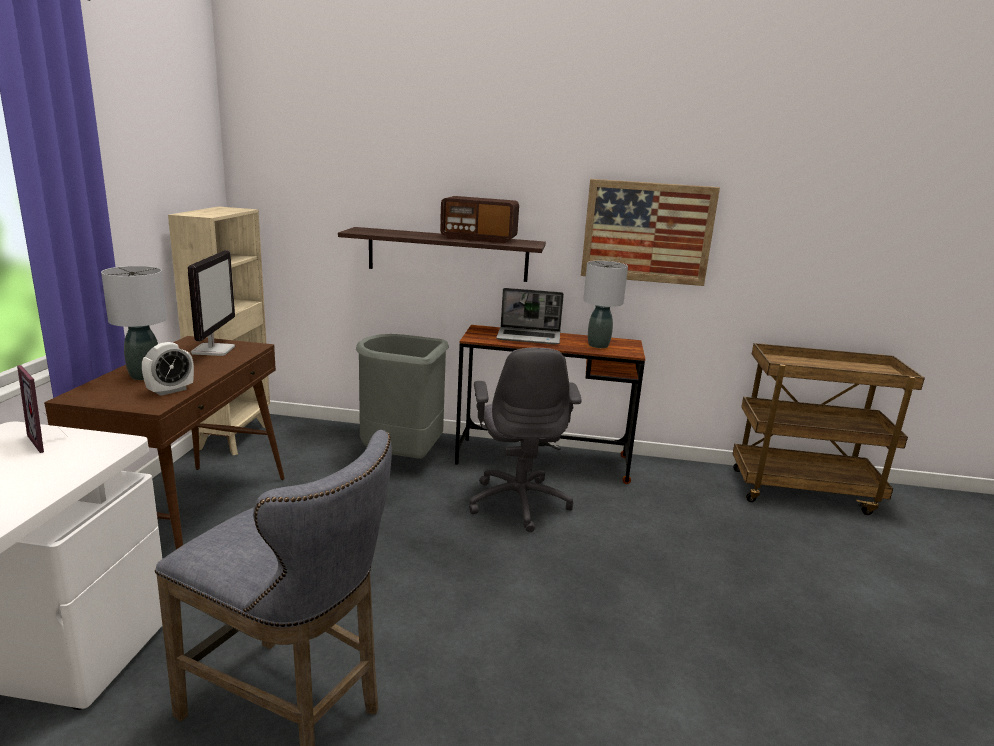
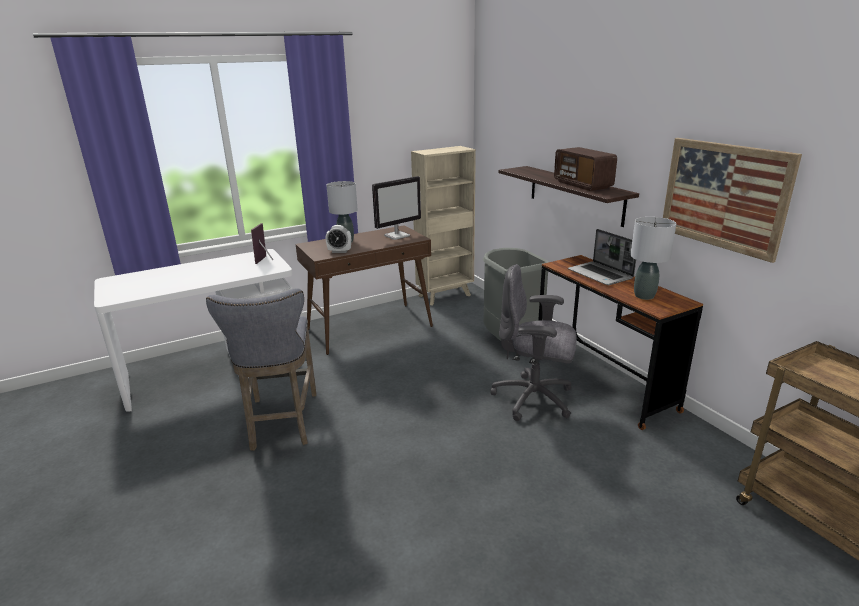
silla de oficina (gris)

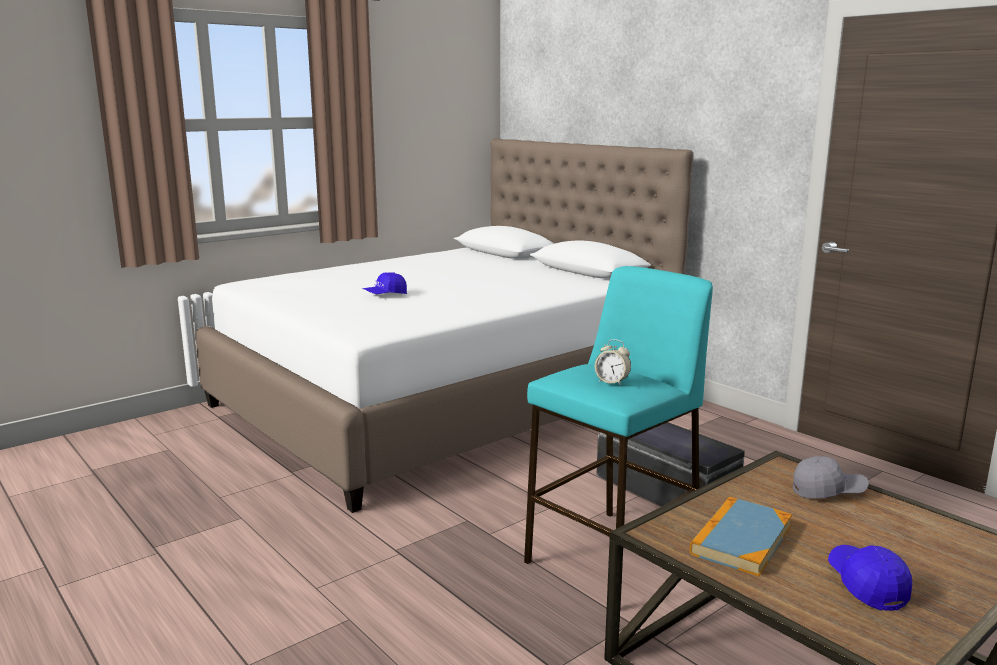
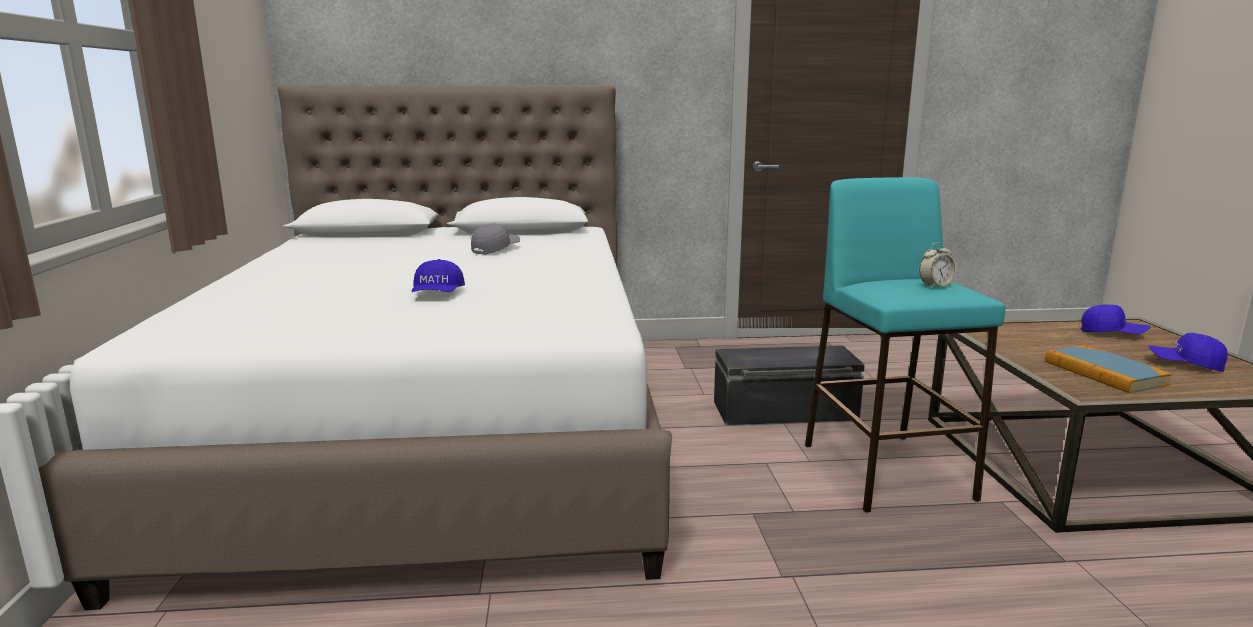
gorra (gris); gorra (azul) (no. 2 from left)

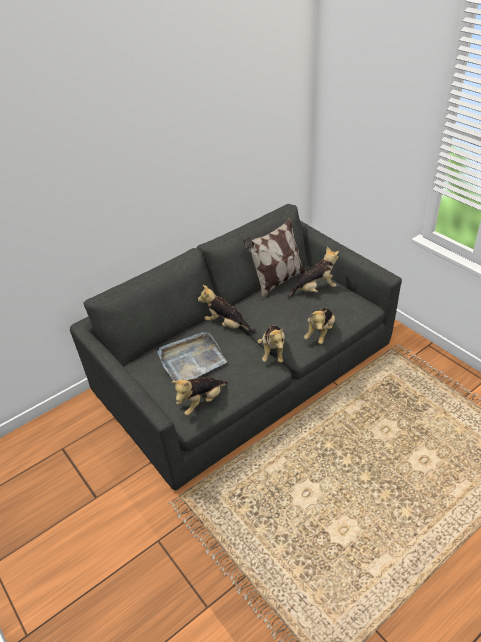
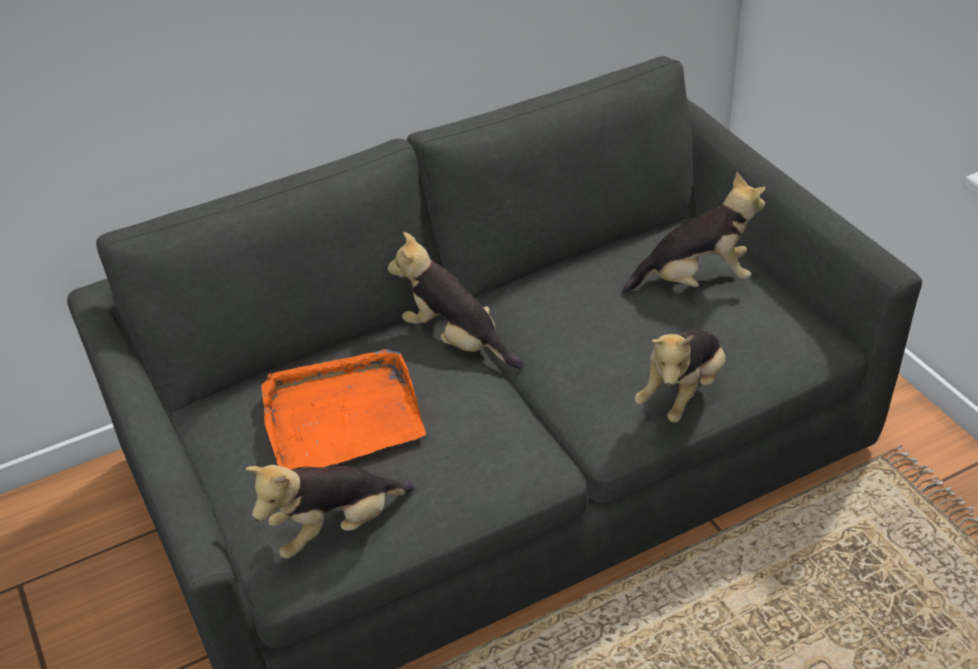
bandeja (naranja); cojín; peluche (no. 3 from left in the first image)

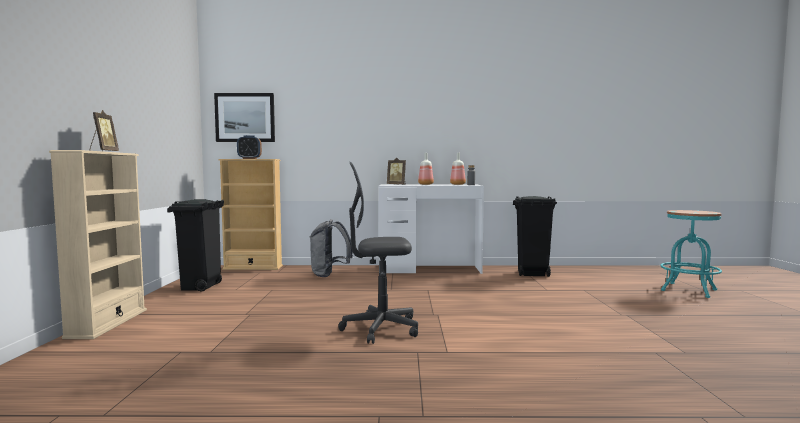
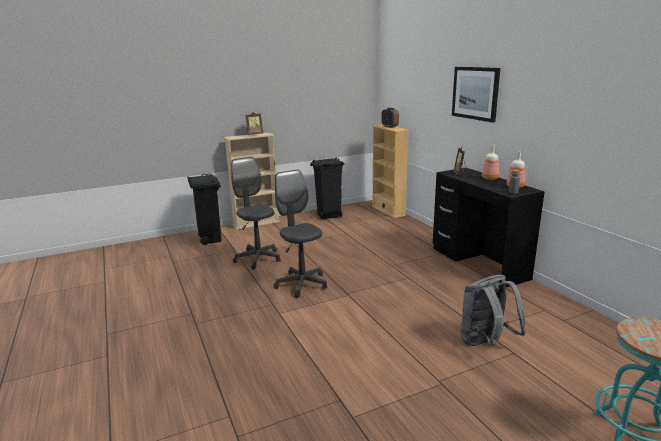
cuadro; mochila (gris); escritorio (negro); papelera (negro) (no. 1 from left); silla de oficina (gris) (no. 1 from left)

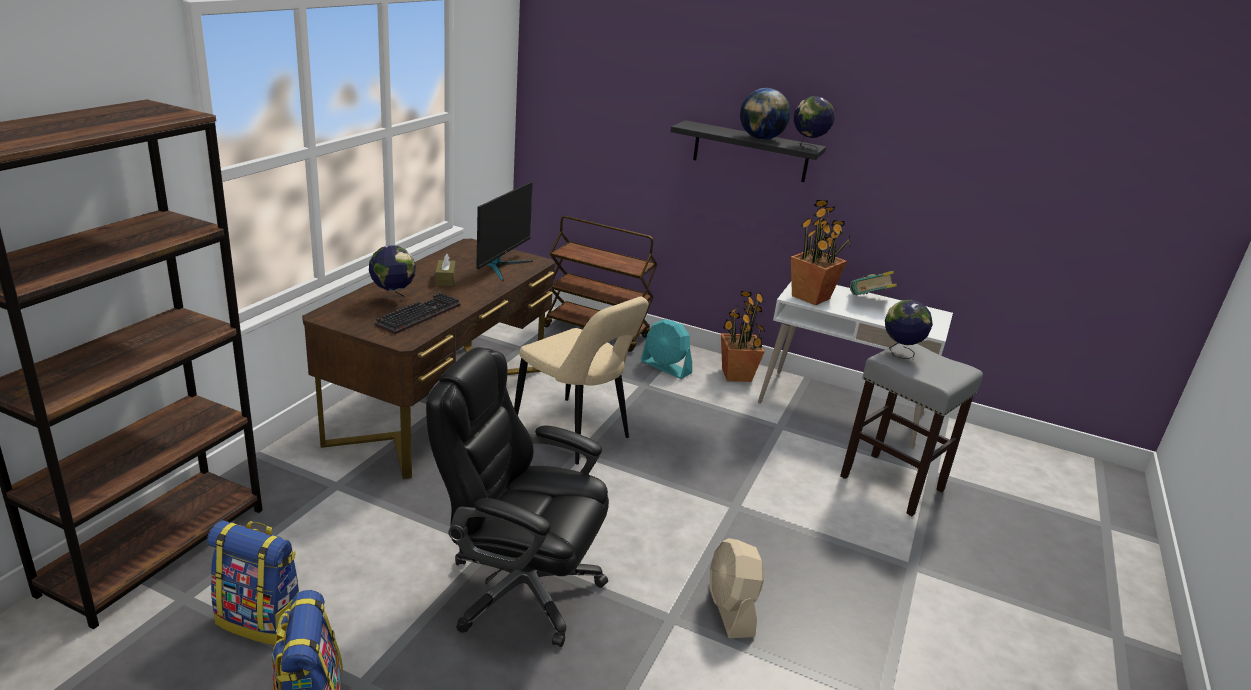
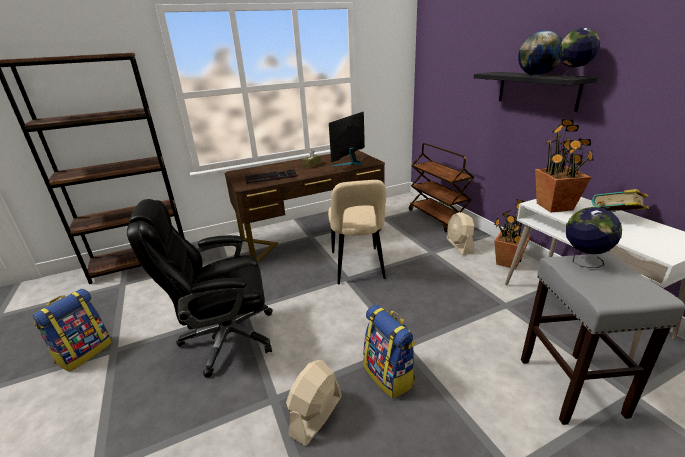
mochila (no. 2 from left); globo terráqueo (no. 1 from left in the first image); silla de oficina (negro); monitor; ventilador (beis) (no. 2 from left)

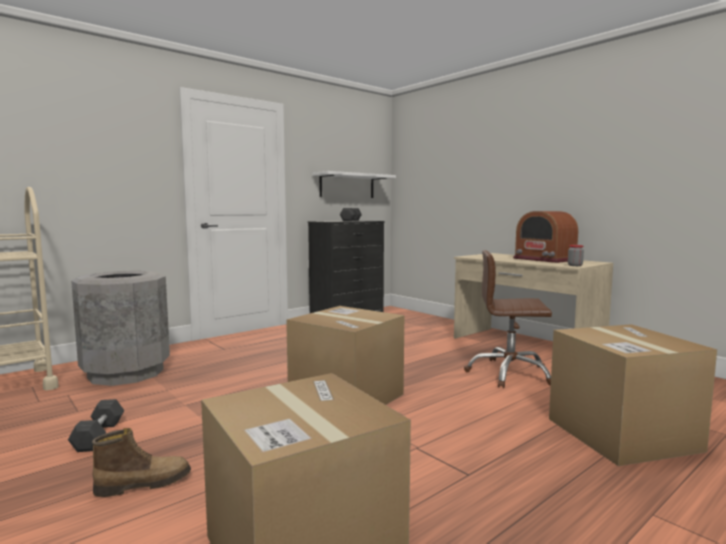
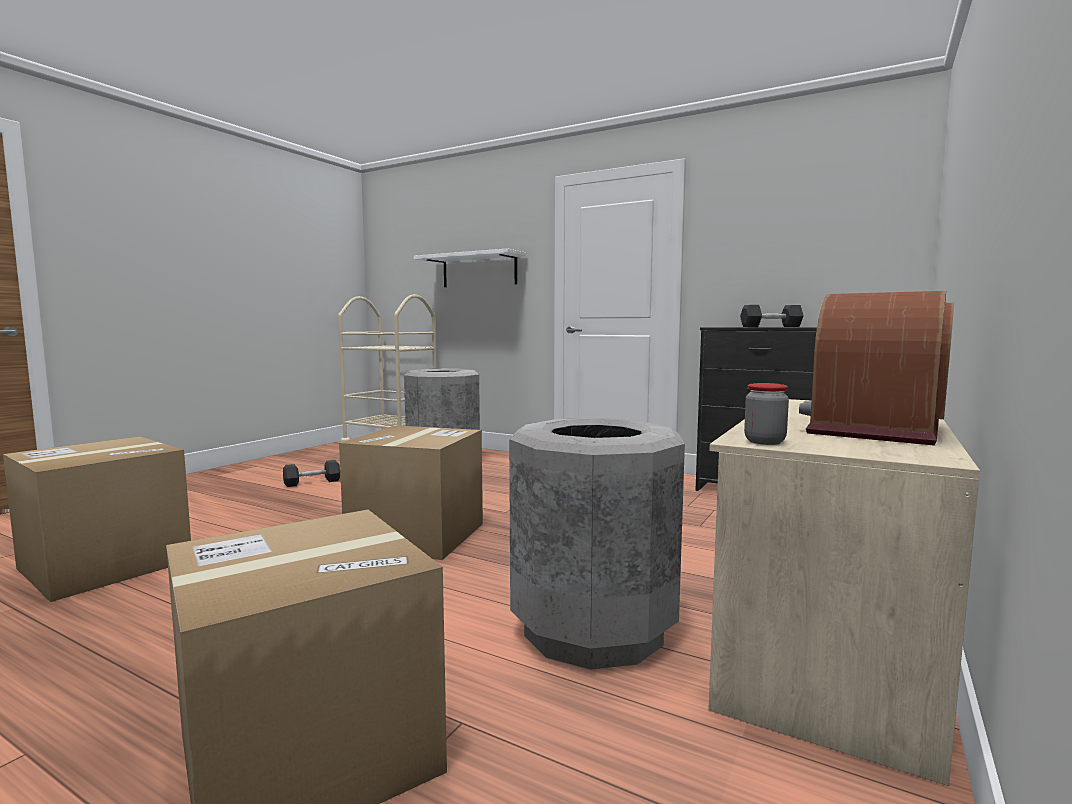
bota; estante (blanco); papelera (gris) (no. 2 from left)

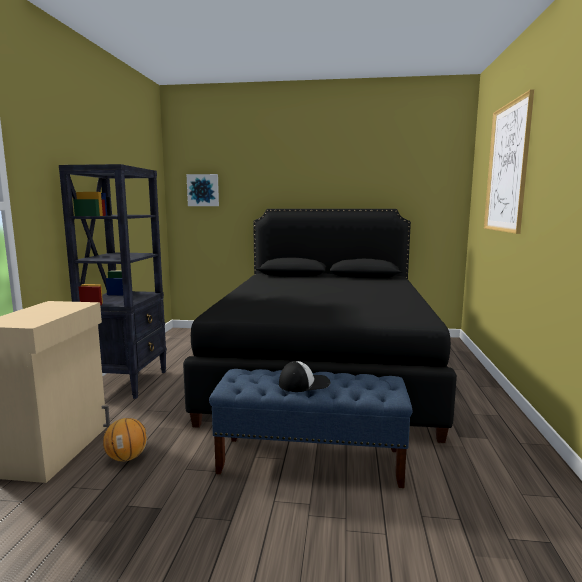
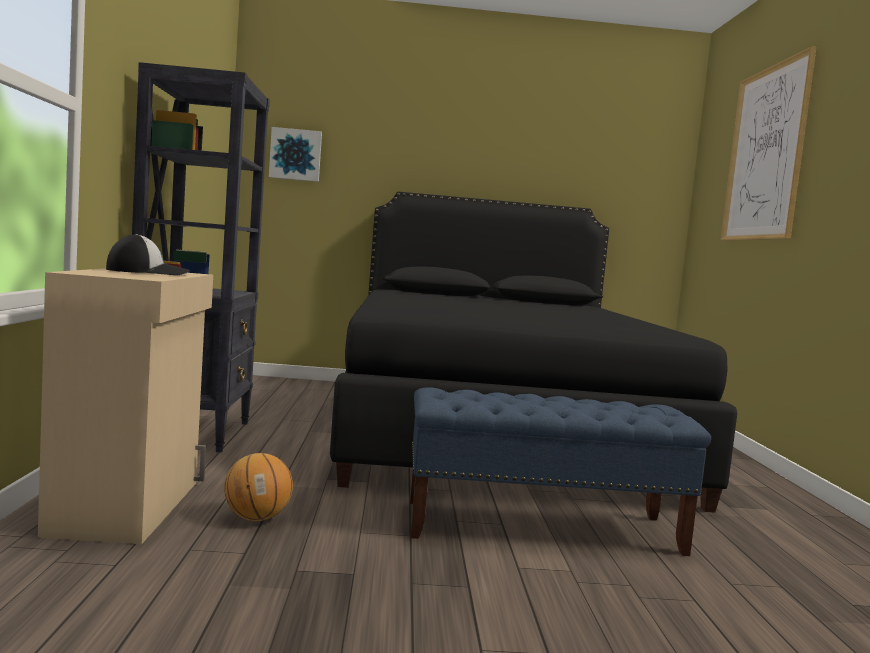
gorra

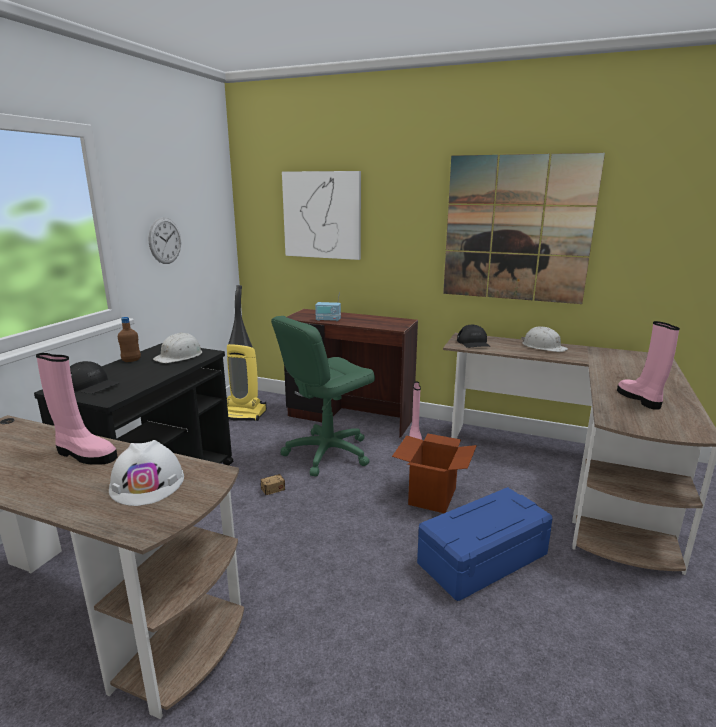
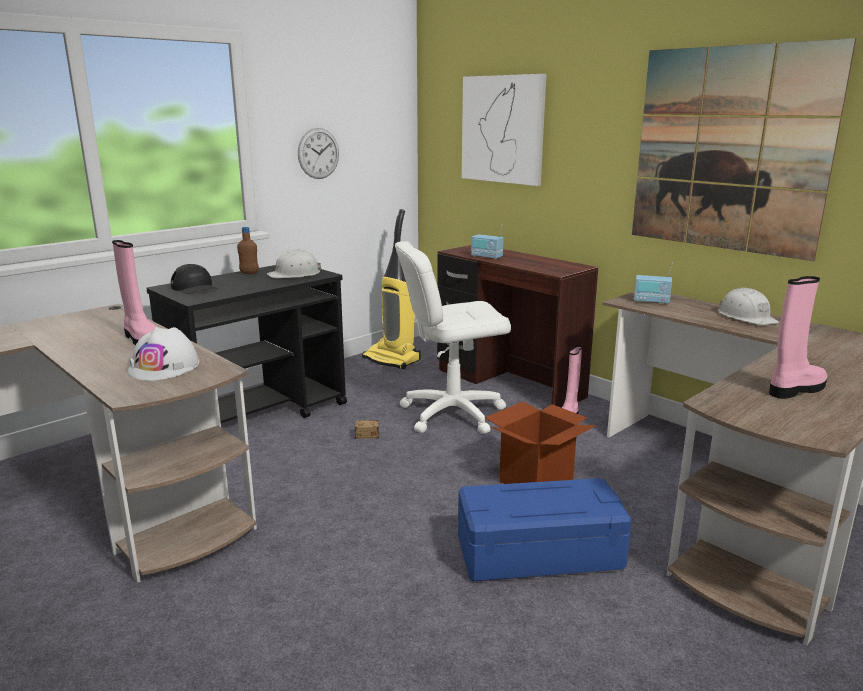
silla de oficina (blanco); radio (no. 2 from left); bota (rosa) (no. 3 from left)

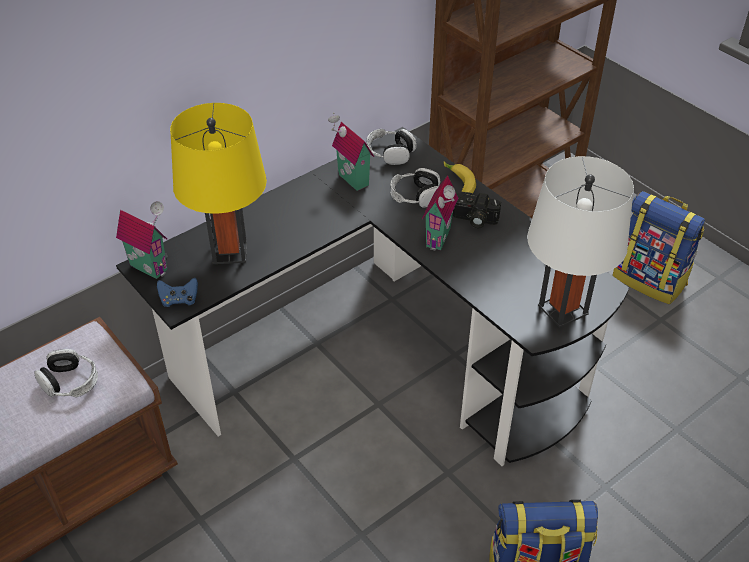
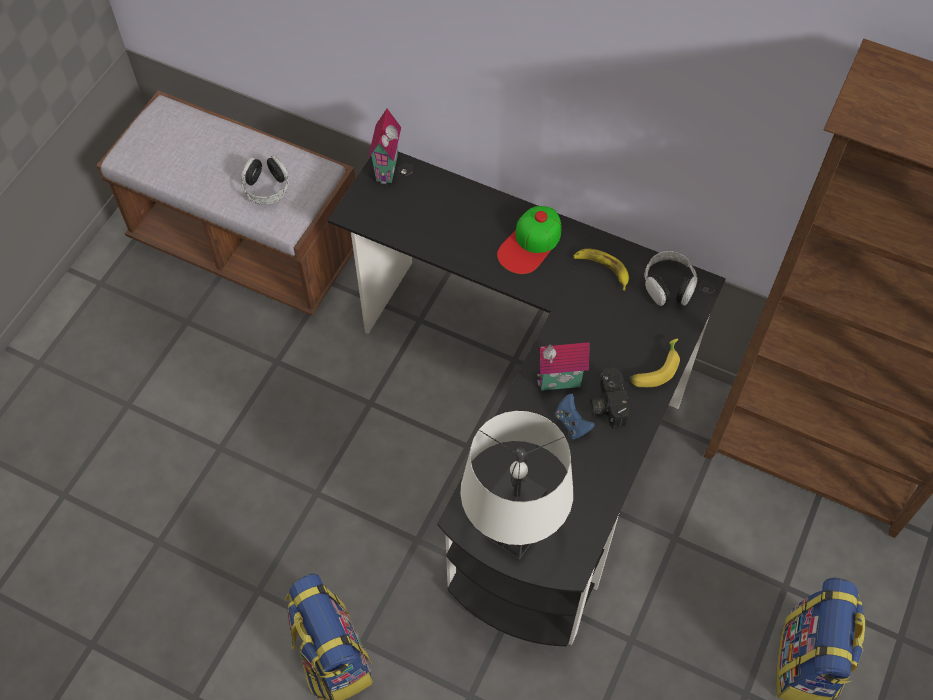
mando de consola (azul); lámpara de mesa (amarillo); plátano (no. 1 from left); auriculares (no. 3 from left in the first image); gorra

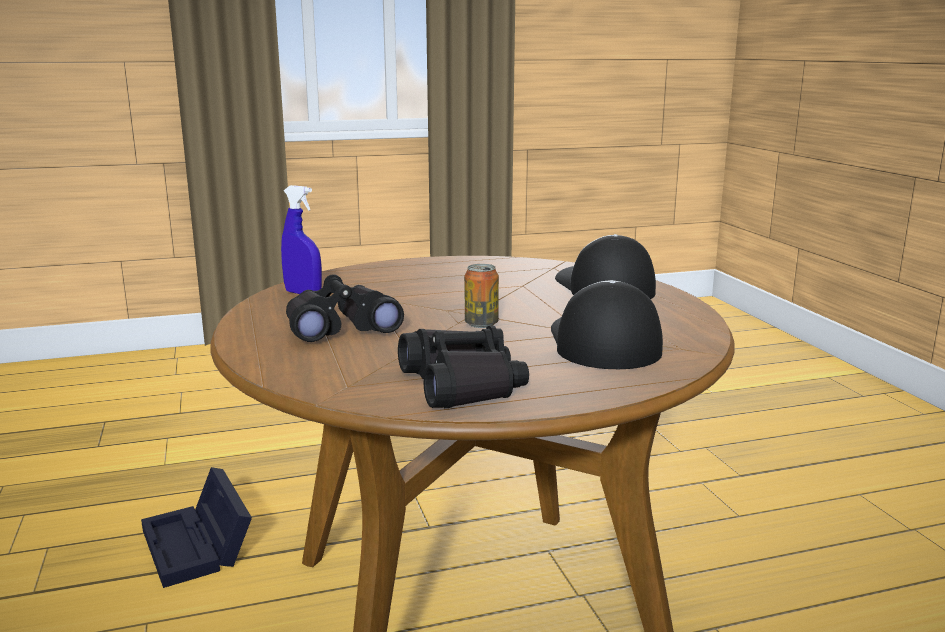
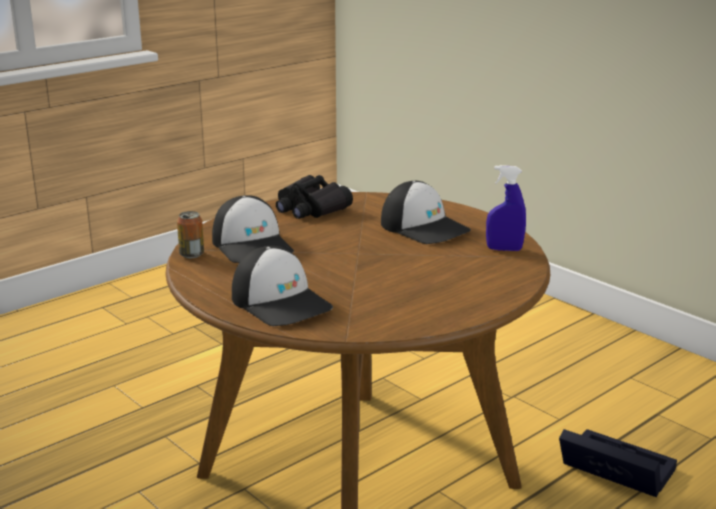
gorra (no. 3 from left); lata

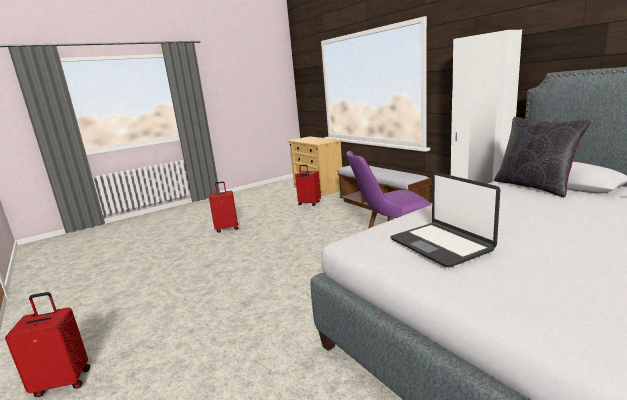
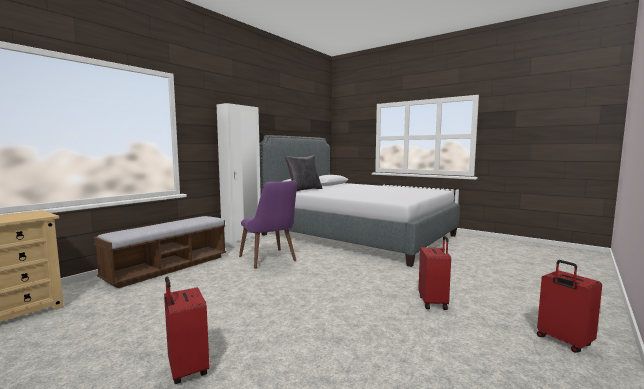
maleta (rojo) (no. 2 from left); portátil

